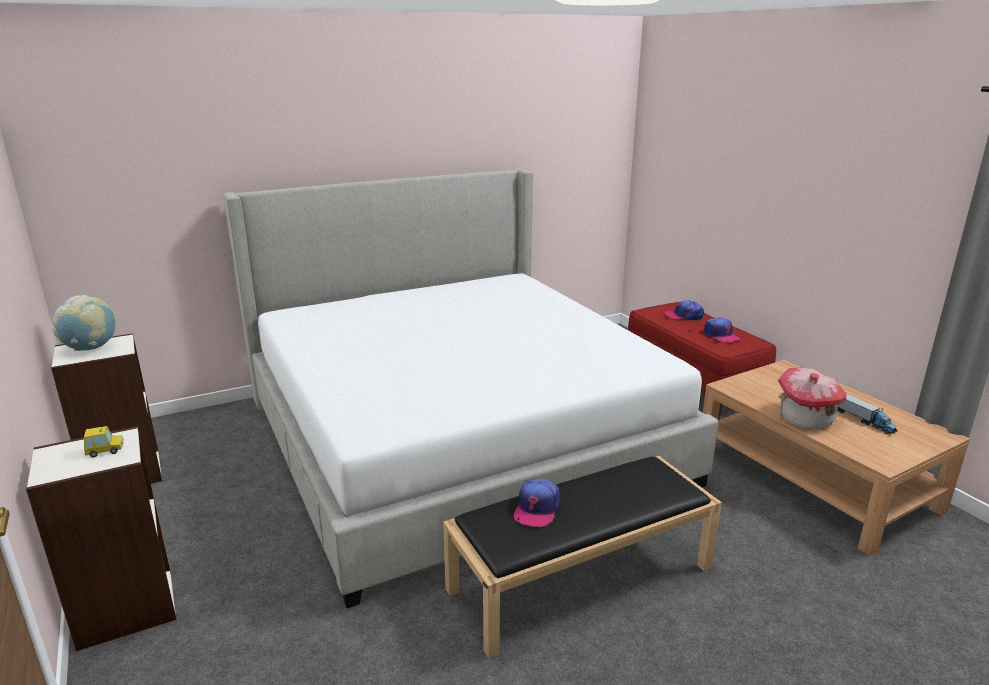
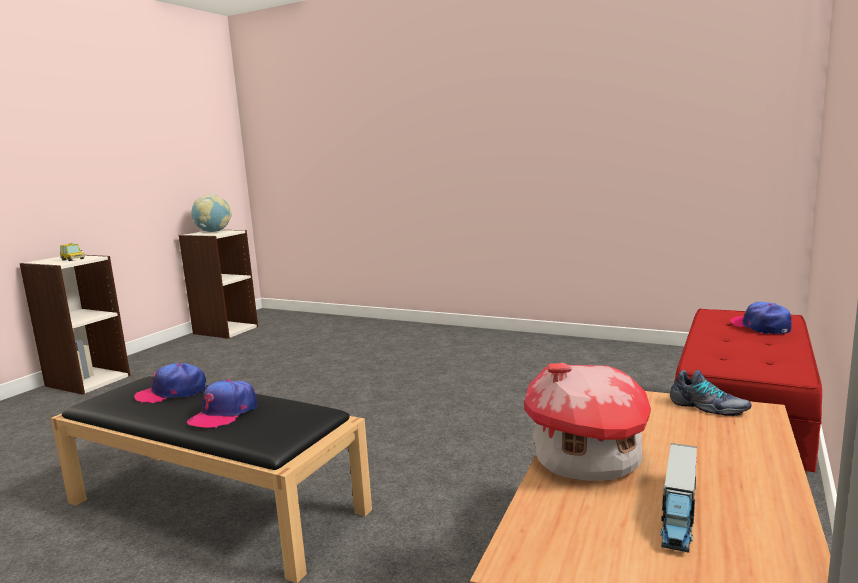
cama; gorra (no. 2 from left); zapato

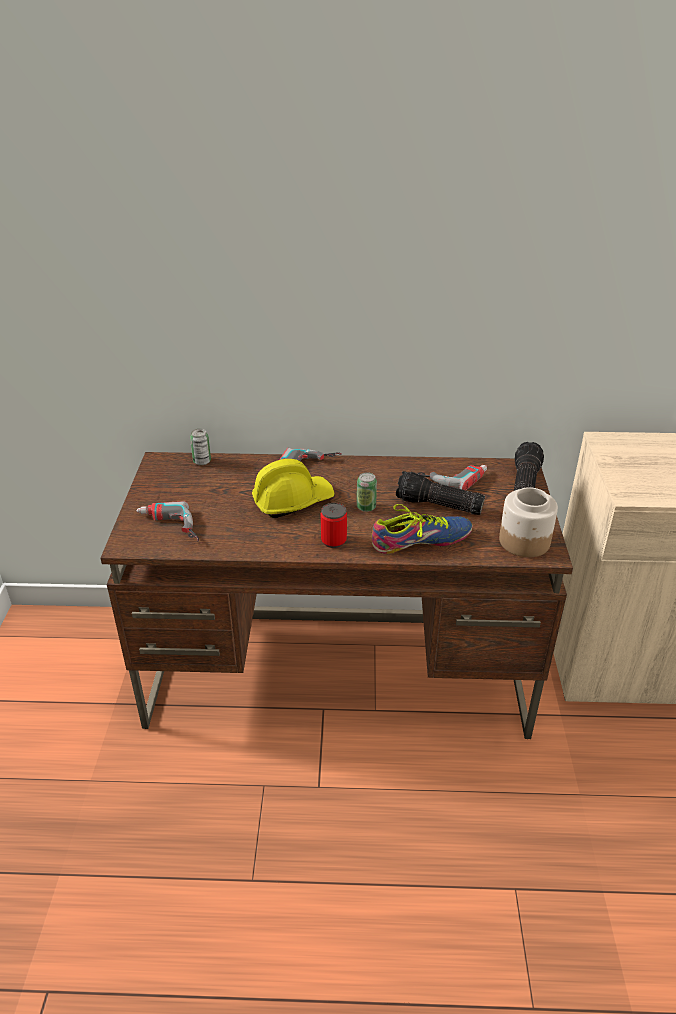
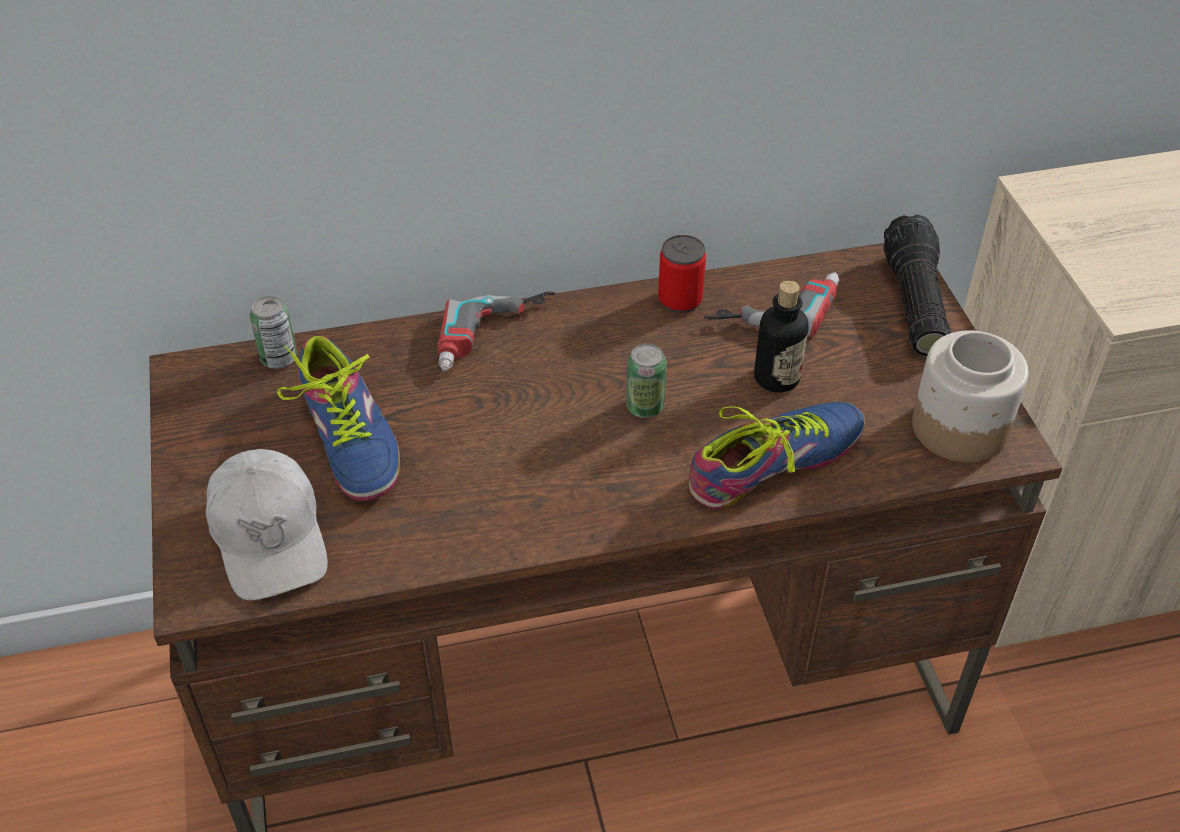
gorra (blanco); casco (amarillo); lata (no. 3 from left); botella; zapato (no. 1 from left)

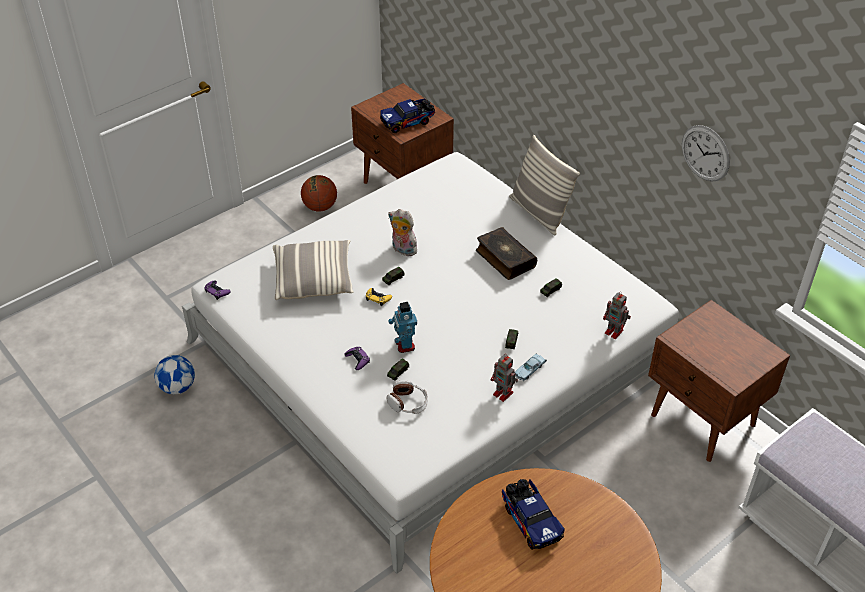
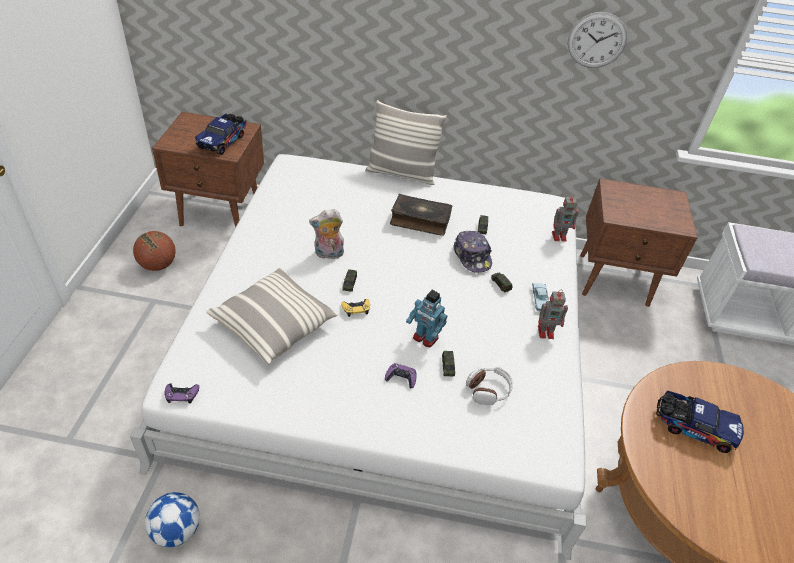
gorra

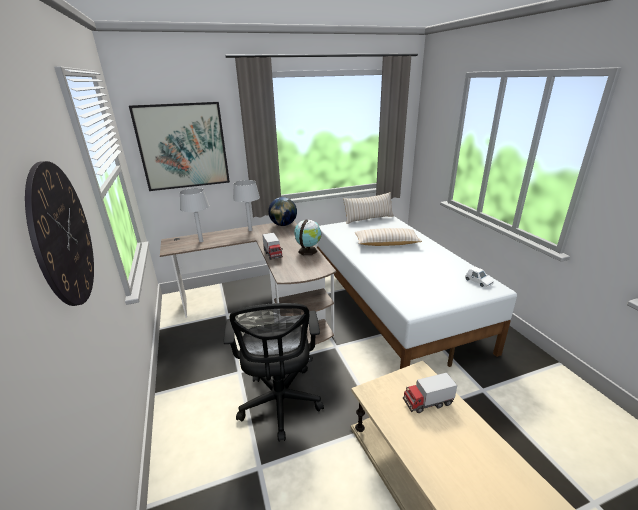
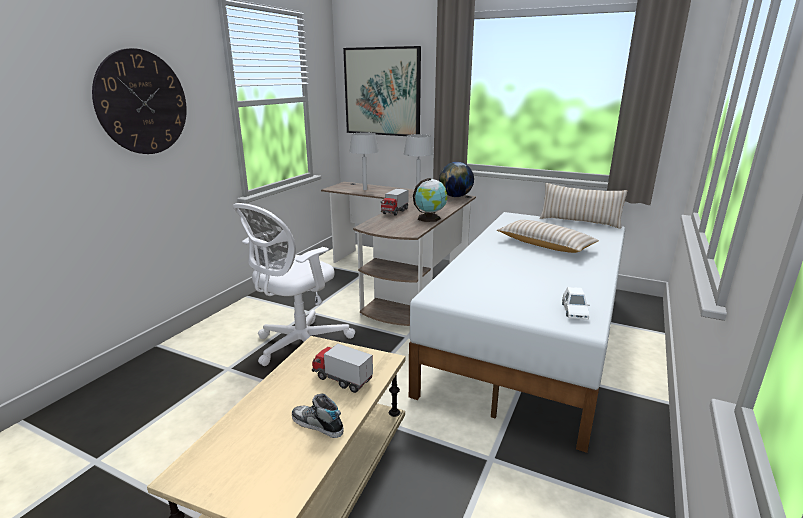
silla de oficina (blanco); zapato

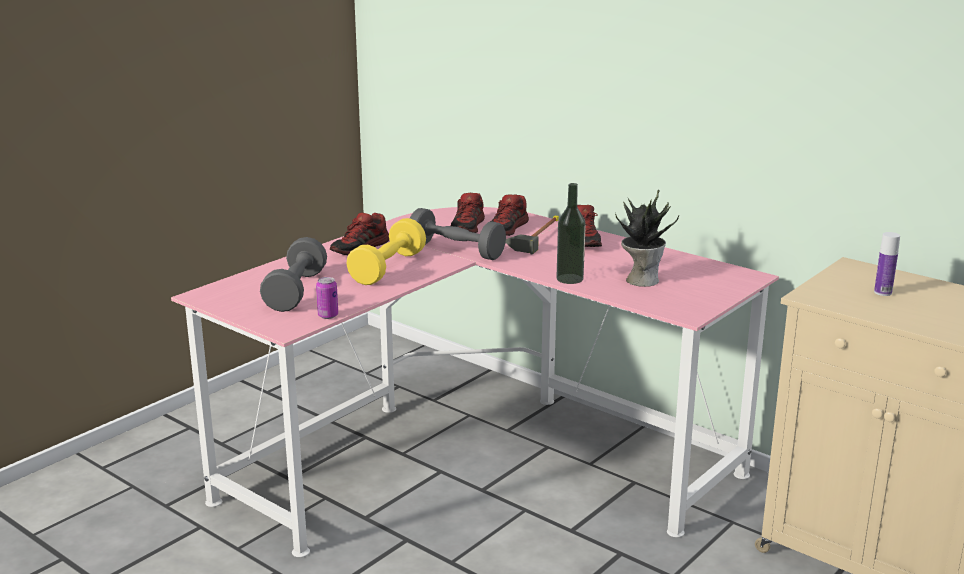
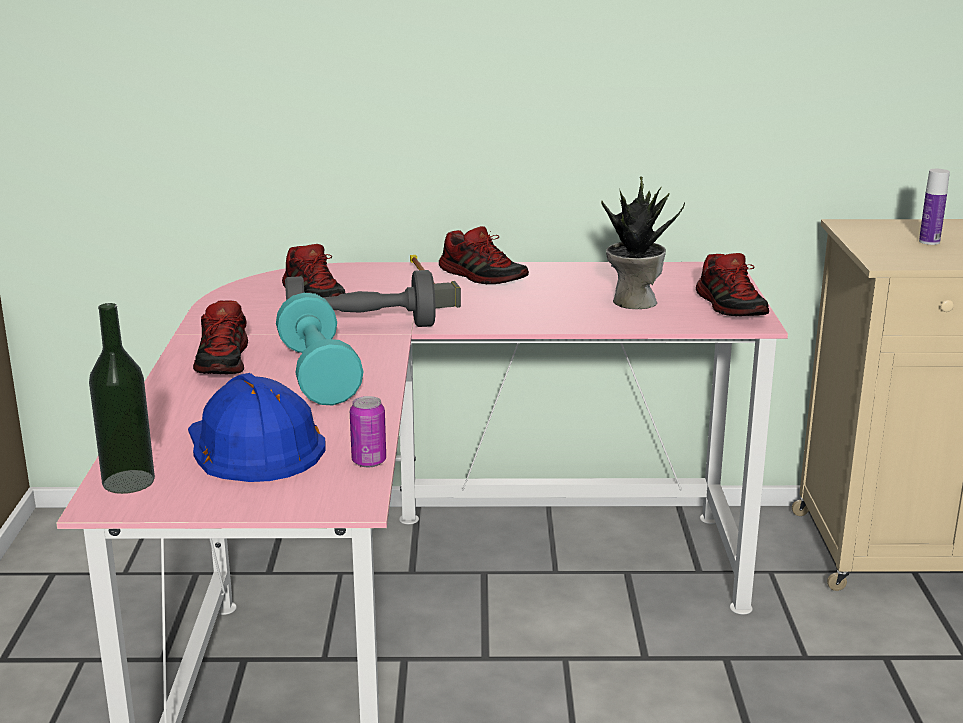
casco (azul); mancuerna (turquesa); zapato (no. 4 from left); botella (no. 1 from left)

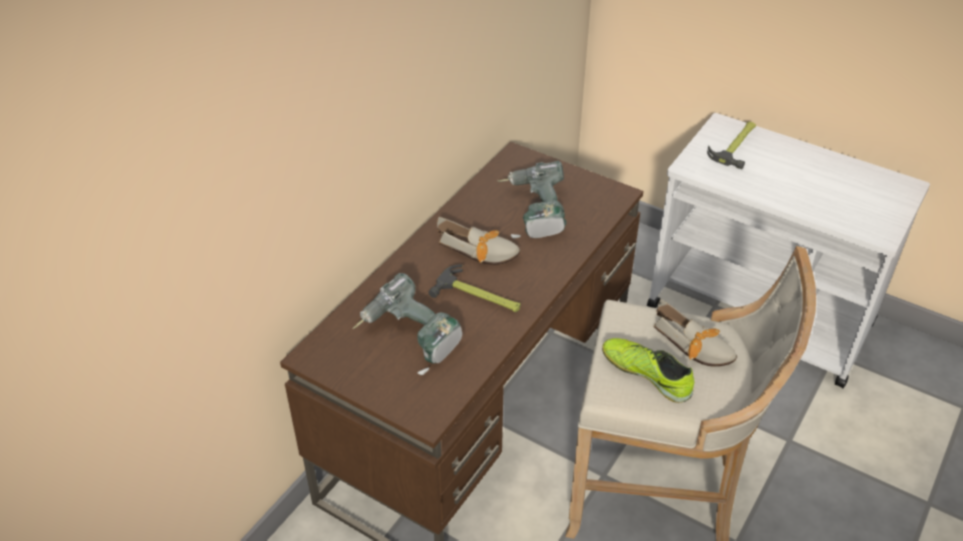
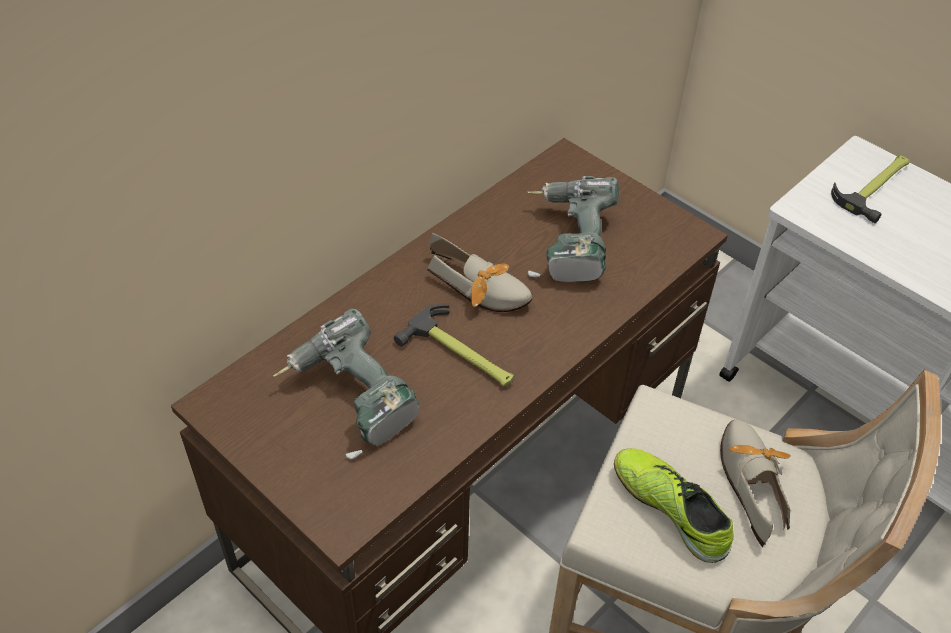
zapato (no. 3 from left)

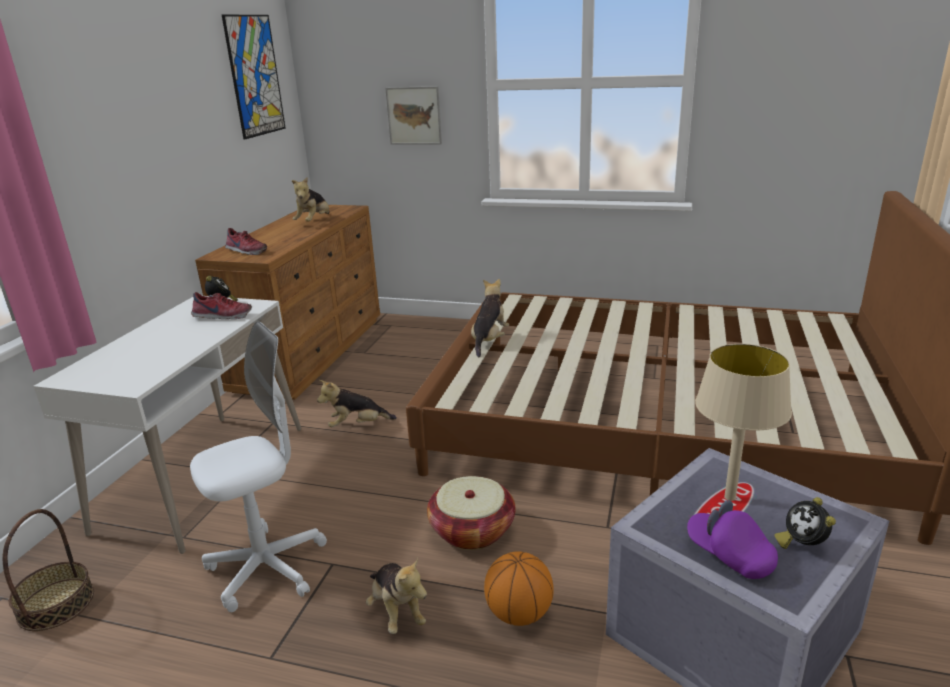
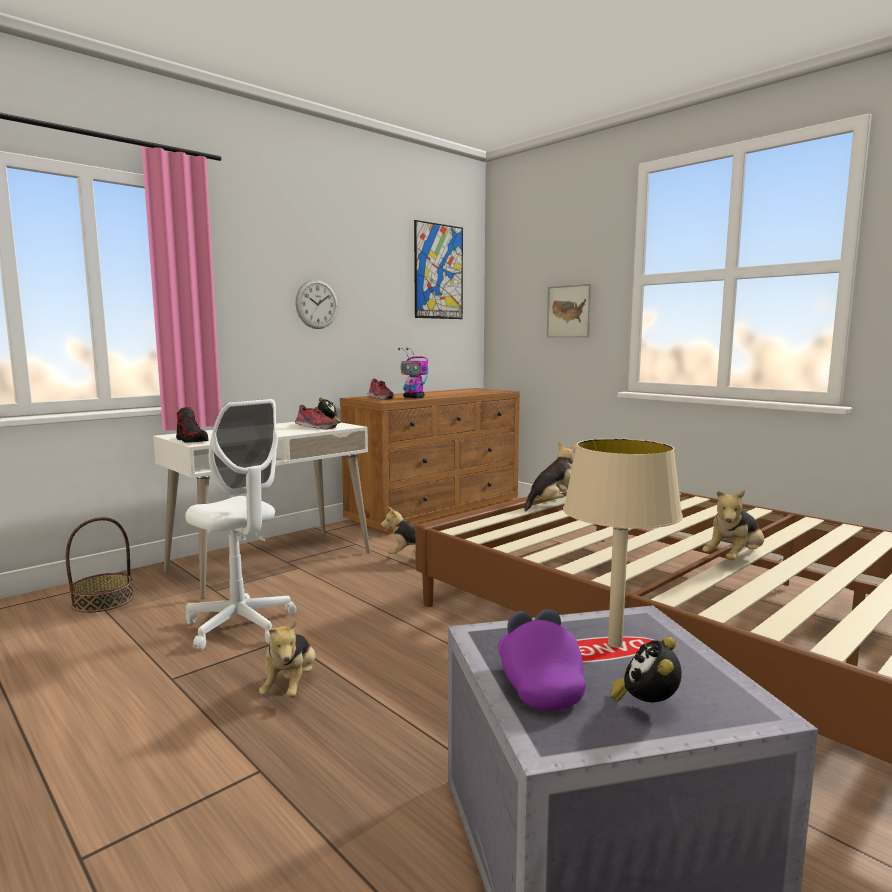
silla de oficina (blanco); peluche (no. 4 from left); cesta (no. 2 from left in the first image); balón de baloncesto; zapato (no. 1 from left); reloj de pared; robot de juguete

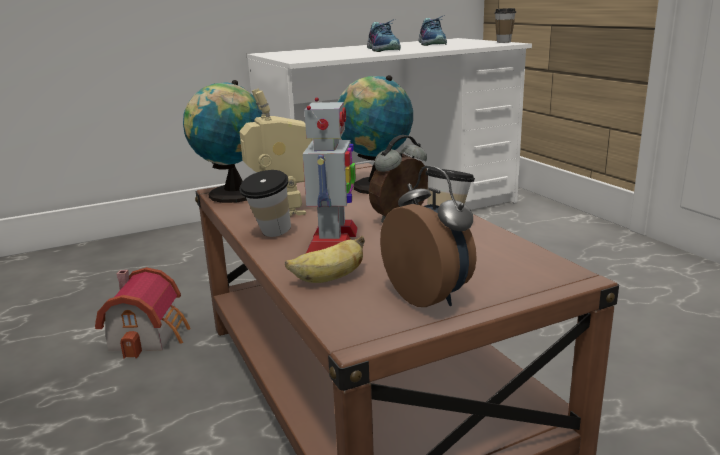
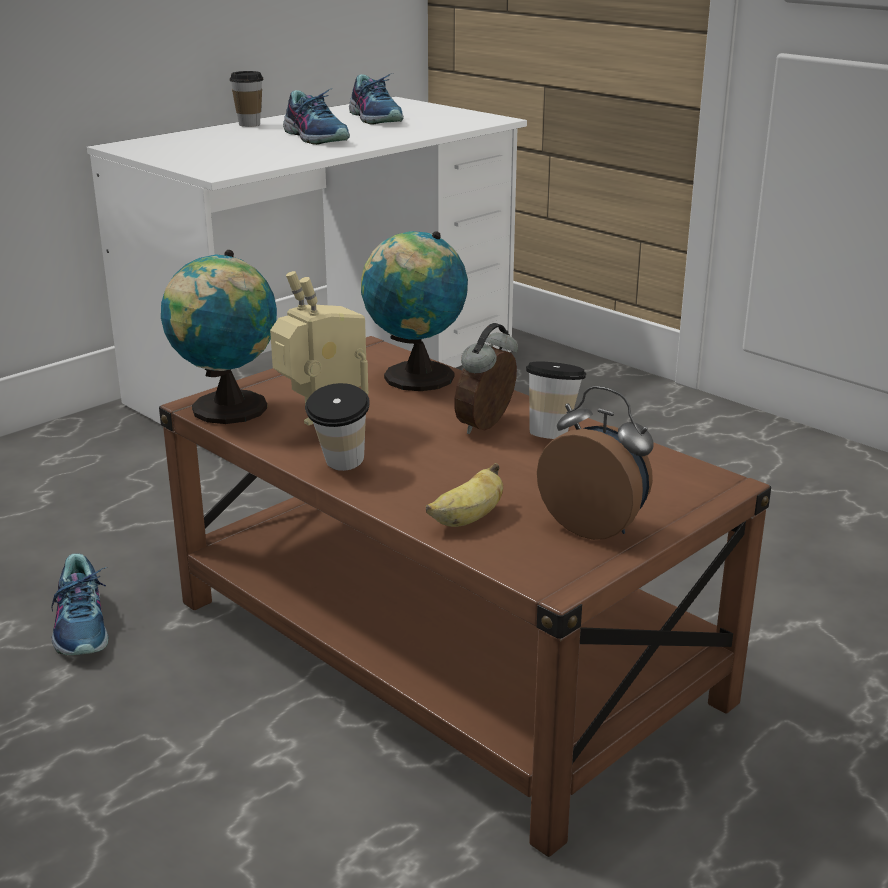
zapato (no. 1 from left); robot de juguete (no. 2 from left in the first image); taza (no. 1 from left)

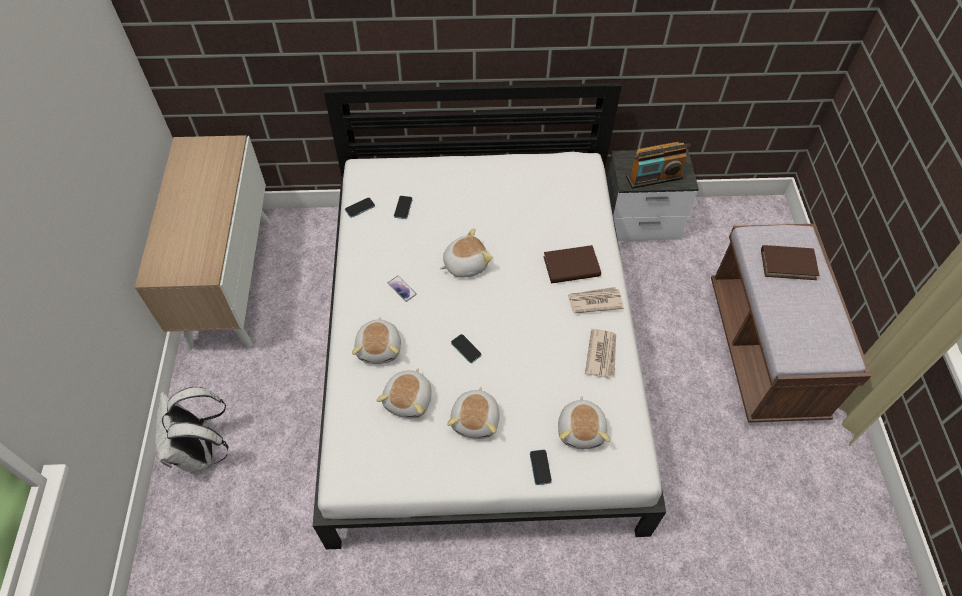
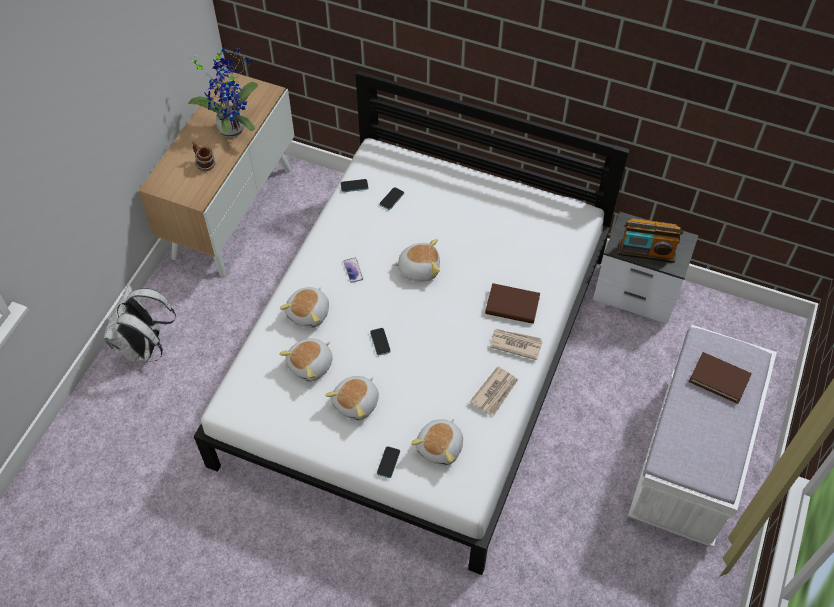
banco (blanco); planta en maceta; taza grande

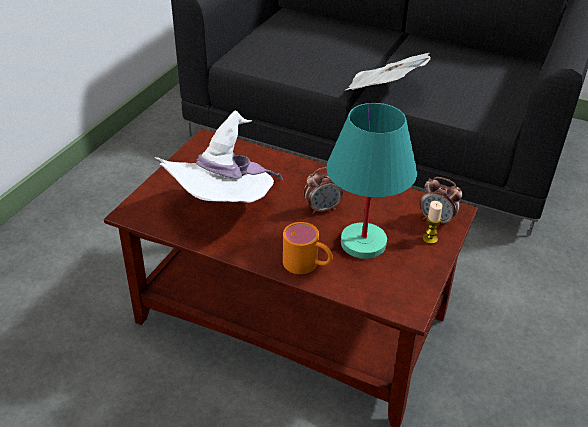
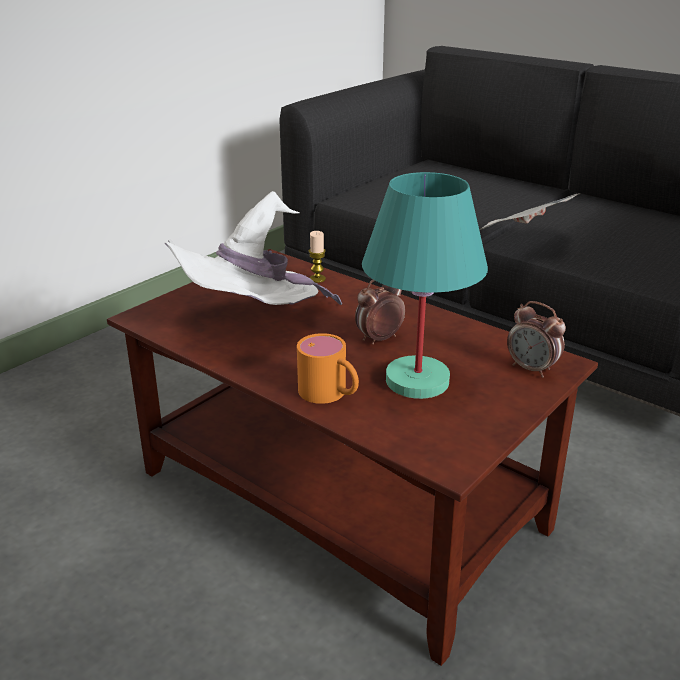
despertador (no. 1 from left); vela

